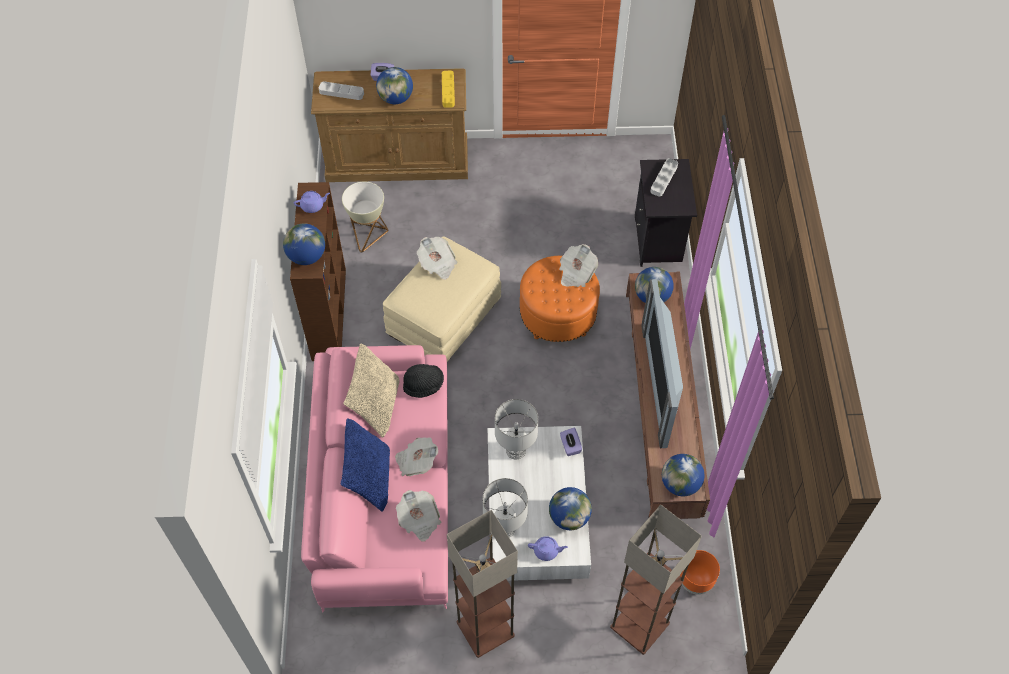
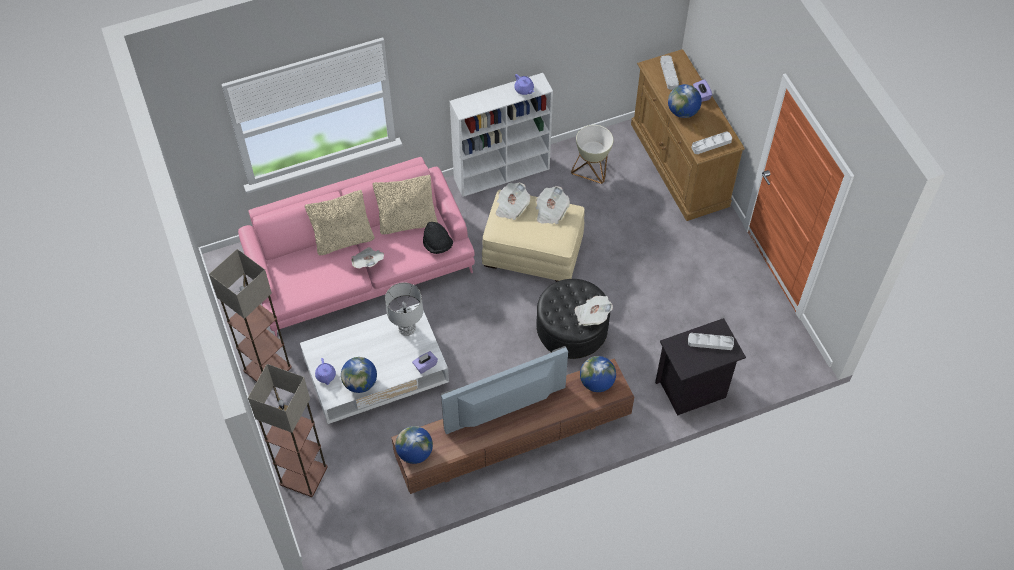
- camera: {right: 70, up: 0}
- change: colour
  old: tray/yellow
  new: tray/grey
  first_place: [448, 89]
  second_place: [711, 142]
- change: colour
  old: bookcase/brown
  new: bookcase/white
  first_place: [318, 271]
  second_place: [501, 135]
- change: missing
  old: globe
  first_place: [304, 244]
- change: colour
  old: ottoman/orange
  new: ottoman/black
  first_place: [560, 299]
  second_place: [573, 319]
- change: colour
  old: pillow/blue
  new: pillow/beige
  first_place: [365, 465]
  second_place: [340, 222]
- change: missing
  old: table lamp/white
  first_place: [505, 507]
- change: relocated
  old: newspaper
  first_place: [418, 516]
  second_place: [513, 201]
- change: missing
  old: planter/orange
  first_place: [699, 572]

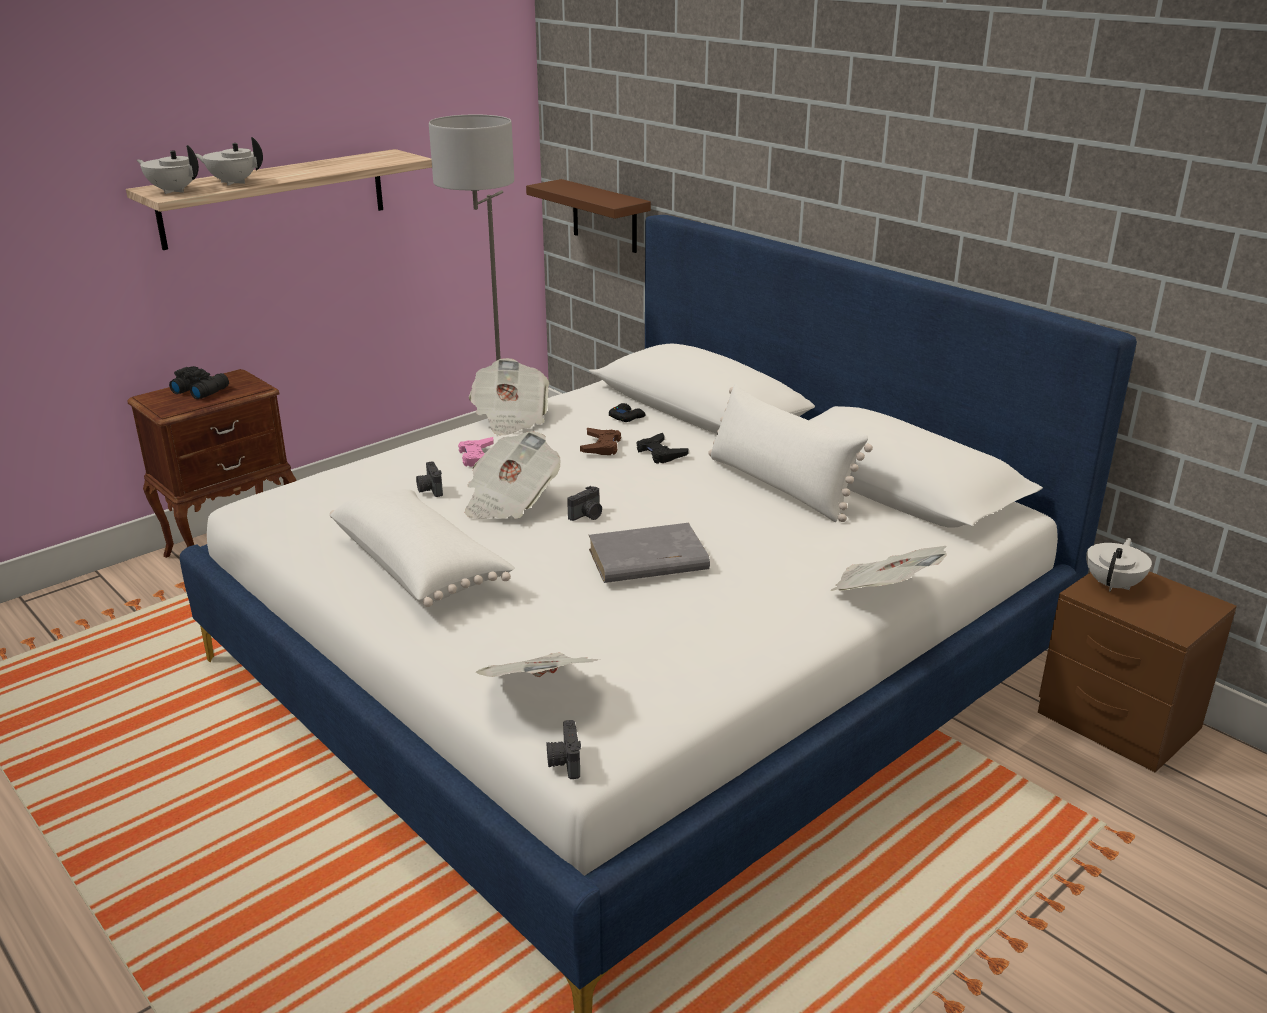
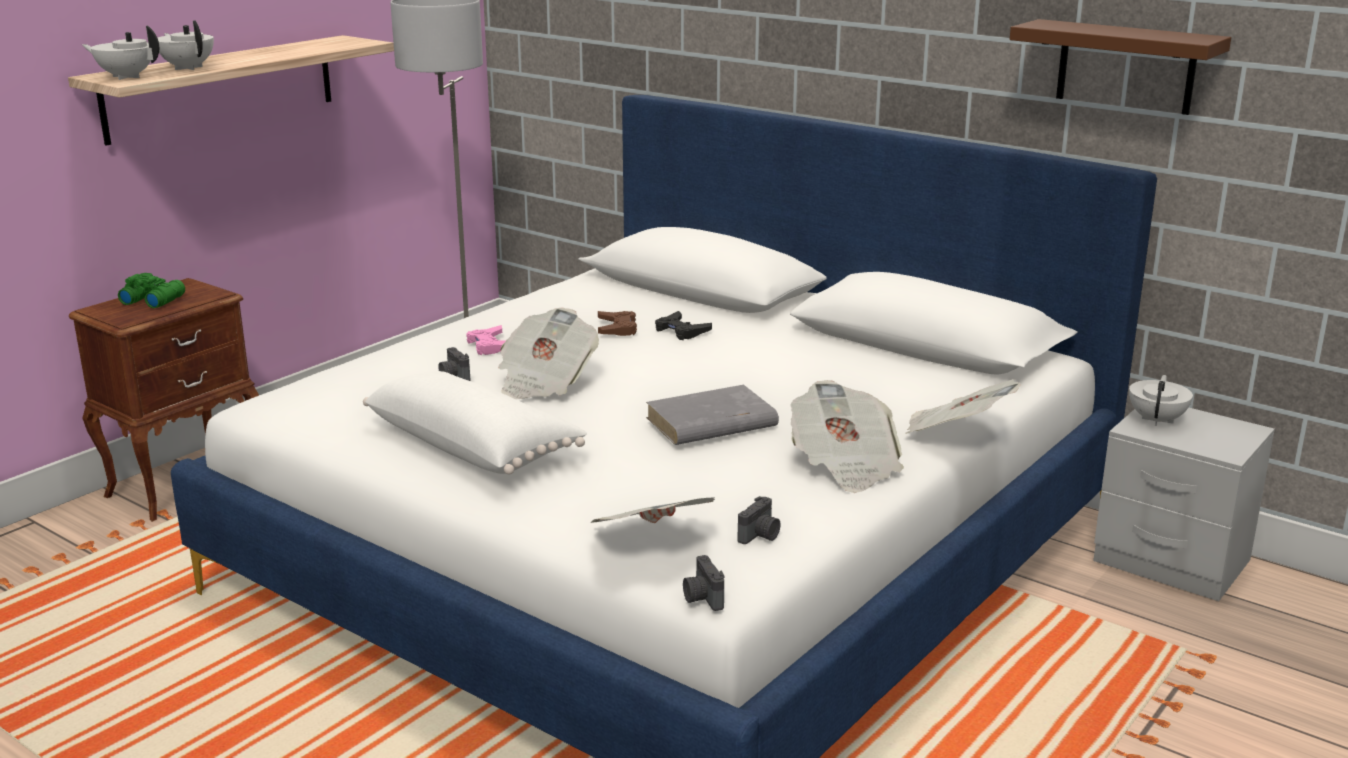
- camera: {right: -10, up: -5}
- change: spun
  old: teapot/white
  first_place: [229, 161]
  second_place: [186, 45]
  degrees: 45
- change: relocated
  old: shelf/brown
  first_place: [588, 216]
  second_place: [1120, 67]
- change: relocated
  old: newspaper
  first_place: [509, 397]
  second_place: [847, 436]
- change: colour
  old: binoculars/black
  new: binoculars/green
  first_place: [199, 382]
  second_place: [151, 290]
- change: missing
  old: pillow/white
  first_place: [790, 453]
- change: missing
  old: game controller/black
  first_place: [627, 412]
- change: relocated
  old: photo camera
  first_place: [584, 503]
  second_place: [759, 520]
- change: colour
  old: nightstand/brown
  new: nightstand/grey
  first_place: [1137, 671]
  second_place: [1184, 504]

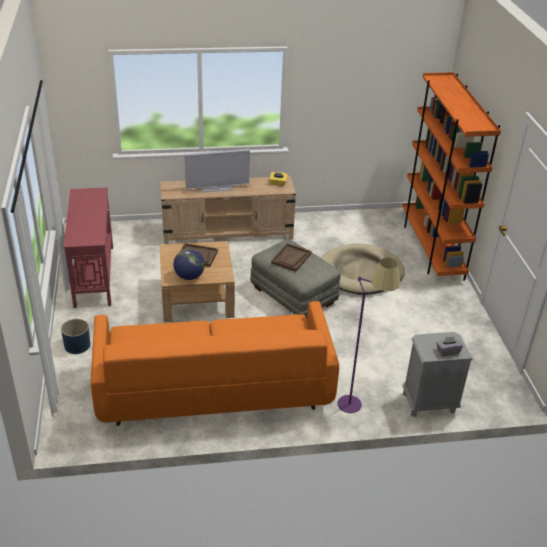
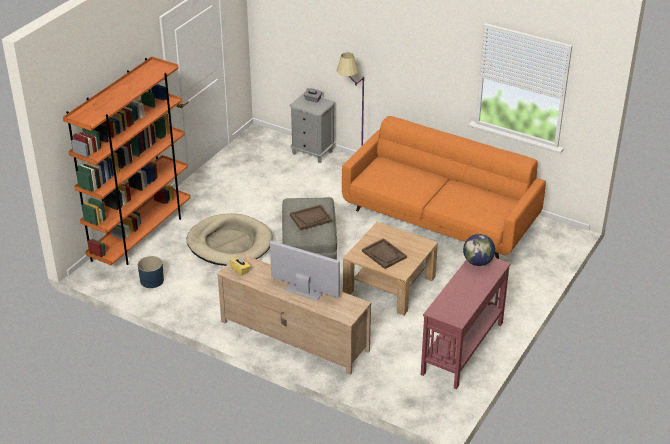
- camera: {right: -140, up: 0}
- change: relocated
  old: globe
  first_place: [189, 264]
  second_place: [479, 250]
- change: relocated
  old: planter/blue
  first_place: [75, 336]
  second_place: [151, 272]

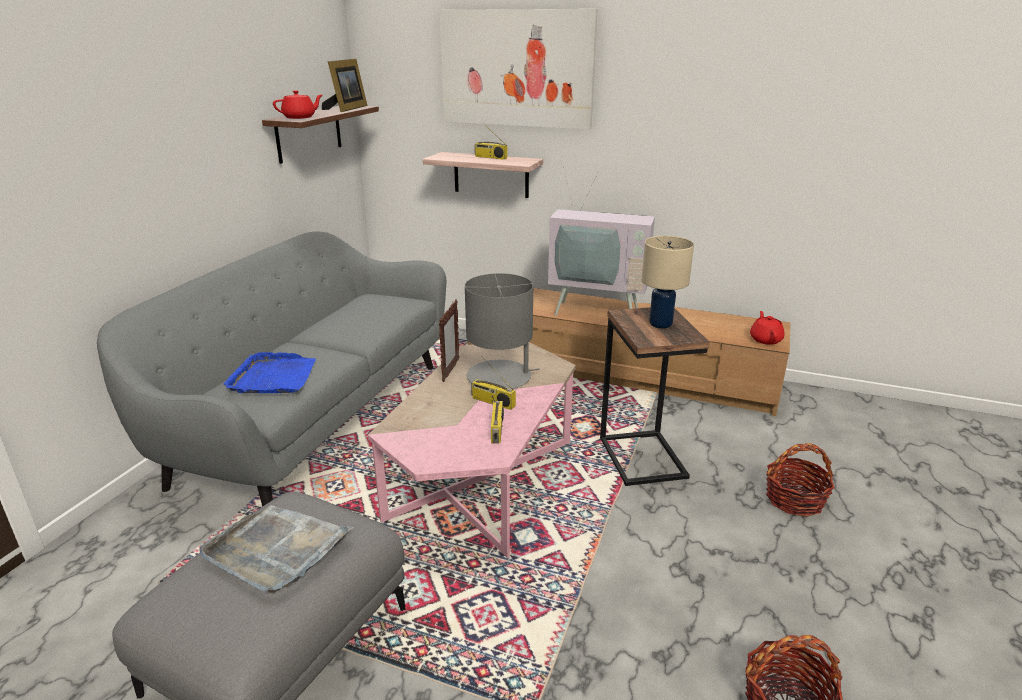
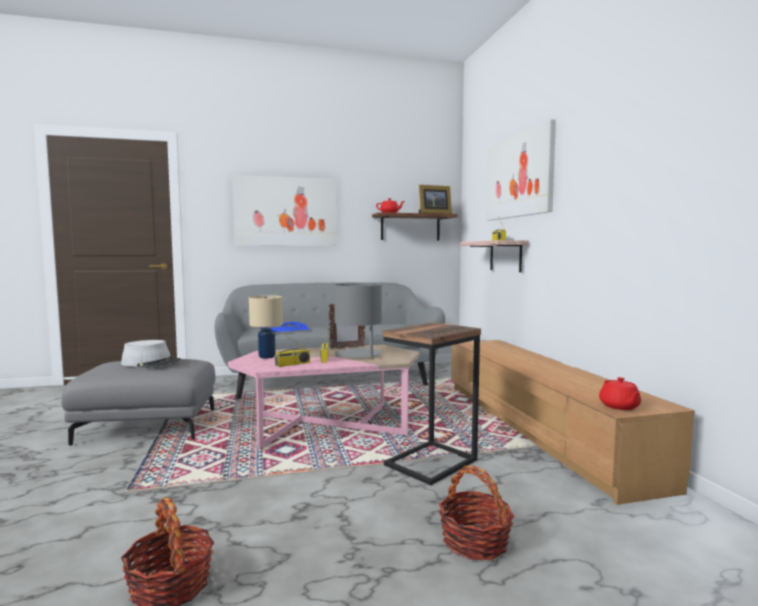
- camera: {right: 55, up: -20}
- change: missing
  old: television
  first_place: [601, 241]
- change: relocated
  old: table lamp/beige
  first_place: [668, 282]
  second_place: [266, 327]
- change: spun
  old: teapot/red
  first_place: [767, 328]
  second_place: [620, 393]
  degrees: 120
- change: exchanged
  old: tray/grey
  new: hat/grey
  first_place: [276, 549]
  second_place: [151, 354]
- change: appeared
  new: picture
  second_place: [284, 210]

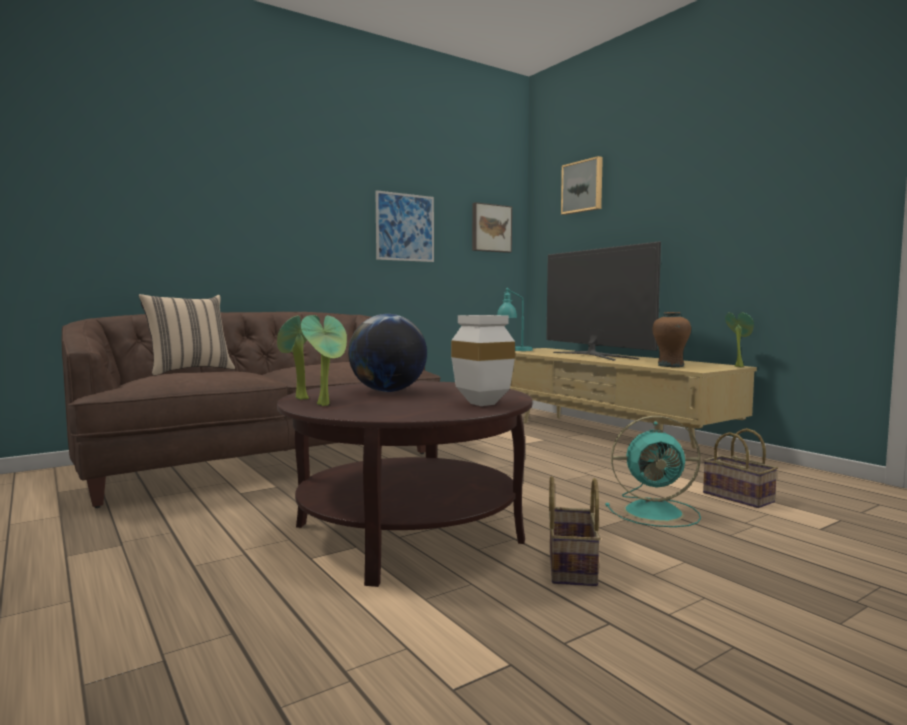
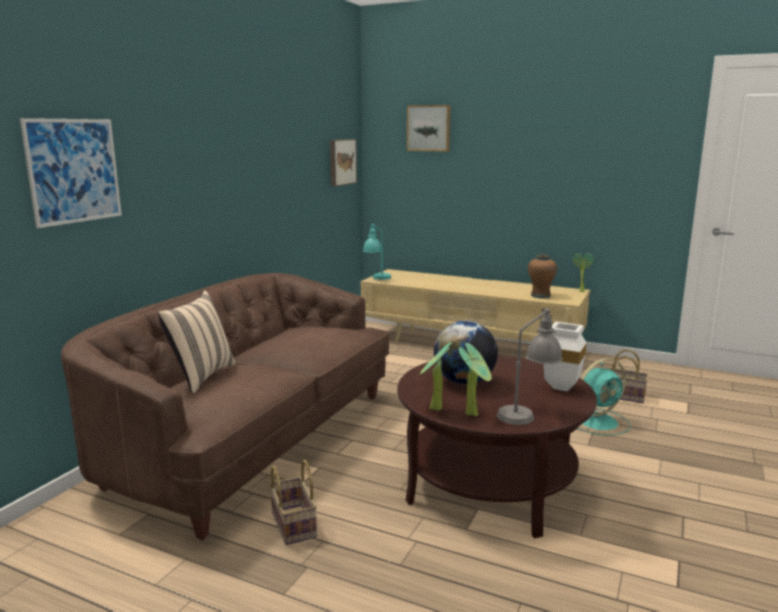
- camera: {right: -30, up: 10}
- change: relocated
  old: picture
  first_place: [404, 226]
  second_place: [71, 173]
- change: missing
  old: television
  first_place: [603, 301]
- change: relocated
  old: basket
  first_place: [575, 531]
  second_place: [293, 502]
- change: appeared
  new: table lamp/grey
  second_place: [530, 366]

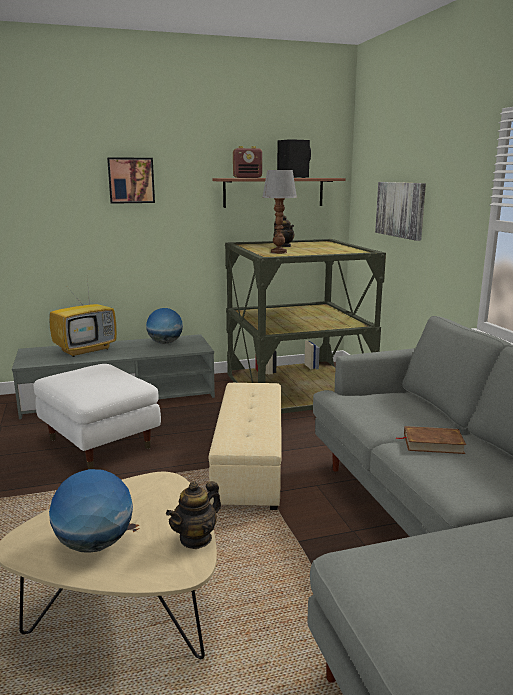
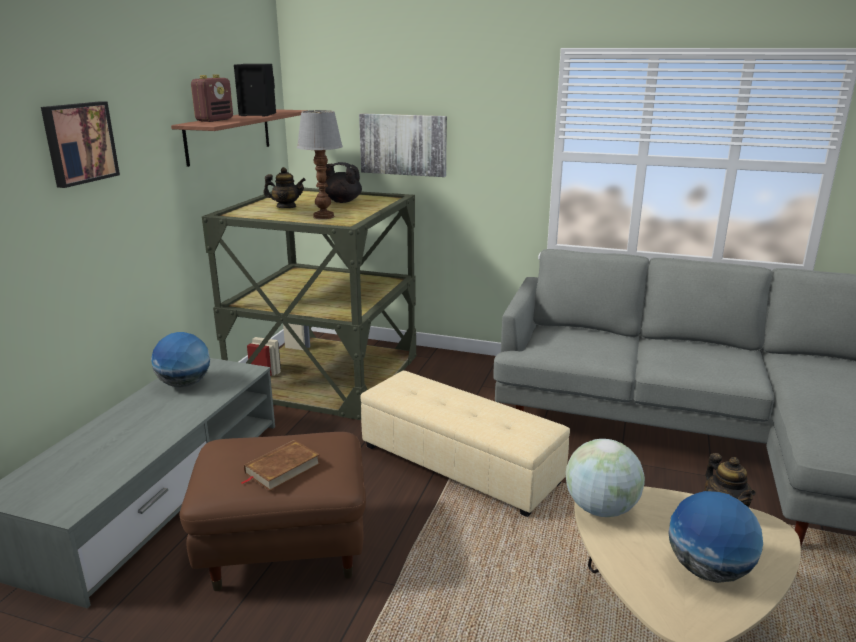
- camera: {right: -55, up: 5}
- change: missing
  old: television
  first_place: [83, 318]
- change: colour
  old: ottoman/white
  new: ottoman/brown
  first_place: [97, 416]
  second_place: [273, 511]
- change: relocated
  old: book/brown
  first_place: [430, 440]
  second_place: [280, 465]
- change: appeared
  new: teapot/black
  second_place: [343, 182]
- change: appeared
  new: globe
  second_place: [605, 478]

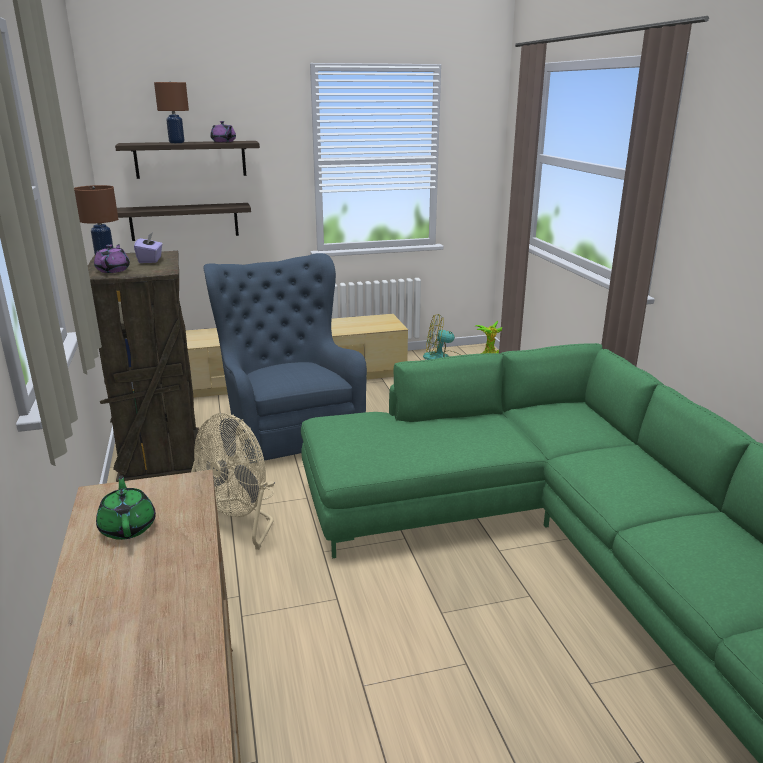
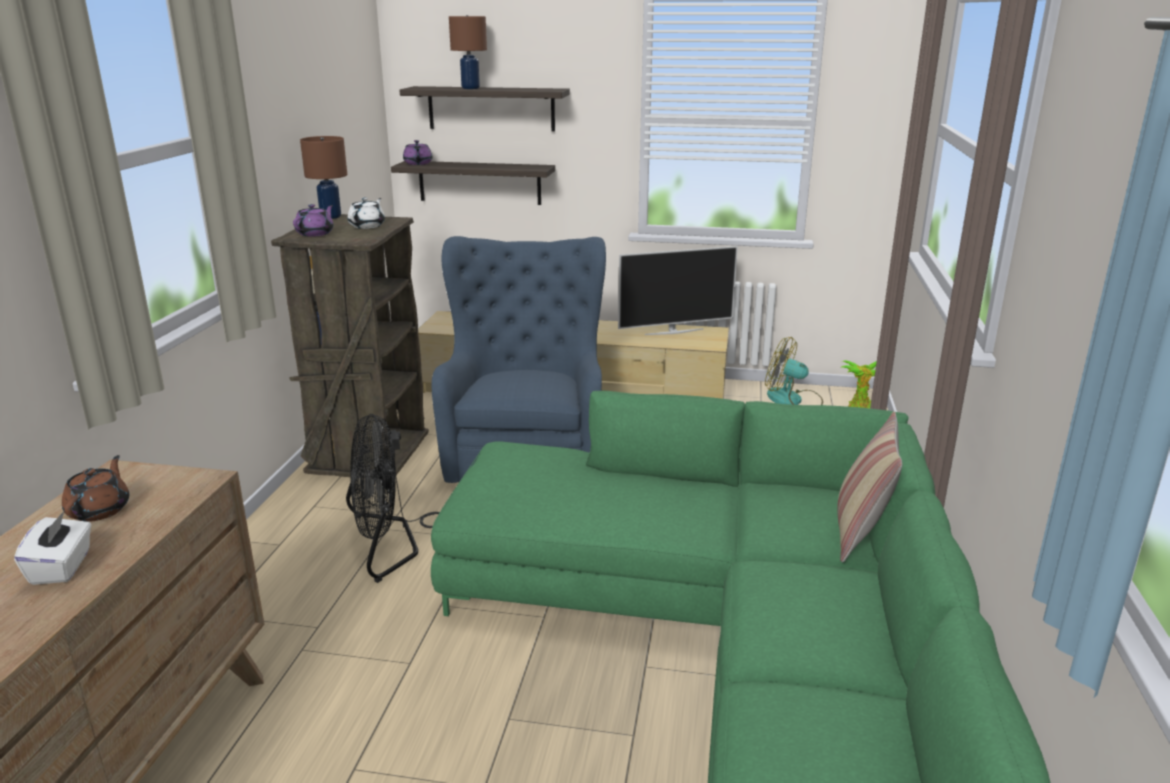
- camera: {right: 25, up: 0}
- change: relocated
  old: teapot/purple
  first_place: [223, 131]
  second_place: [417, 152]
- change: exchanged
  old: tissue box/purple
  new: teapot/white
  first_place: [148, 247]
  second_place: [366, 213]
- change: colour
  old: fan/beige
  new: fan/black
  first_place: [233, 481]
  second_place: [393, 498]
- change: colour
  old: teapot/green
  new: teapot/brown
  first_place: [126, 507]
  second_place: [95, 488]
- change: appeared
  new: television
  second_place: [678, 290]
- change: appeared
  new: pillow
  second_place: [869, 487]
- change: appeared
  new: tissue box/white
  second_place: [52, 548]

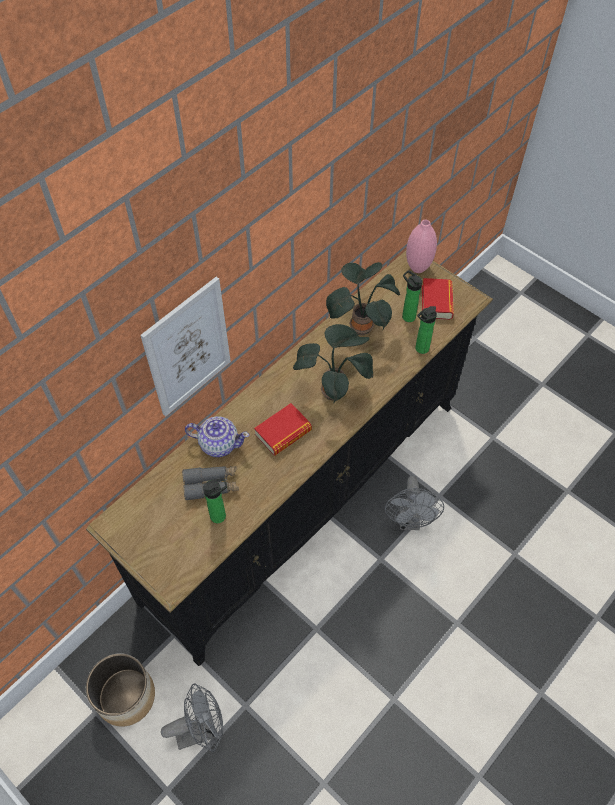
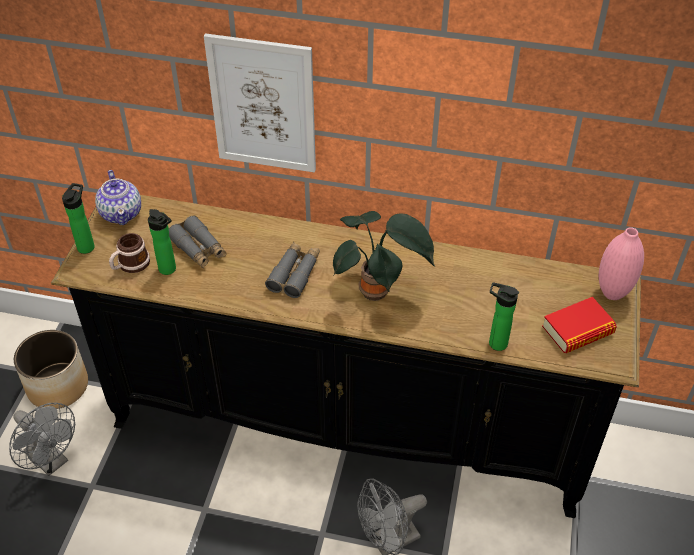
- camera: {right: 60, up: -10}
- change: missing
  old: potted plant
  first_place: [363, 299]
- change: relocated
  old: bottle
  first_place: [412, 296]
  second_place: [78, 218]
- change: exchanged
  old: book
  new: binoculars/grey
  first_place: [283, 429]
  second_place: [292, 270]
- change: relocated
  old: teapot
  first_place: [217, 436]
  second_place: [118, 197]
- change: appeared
  new: mug
  second_place: [129, 253]

